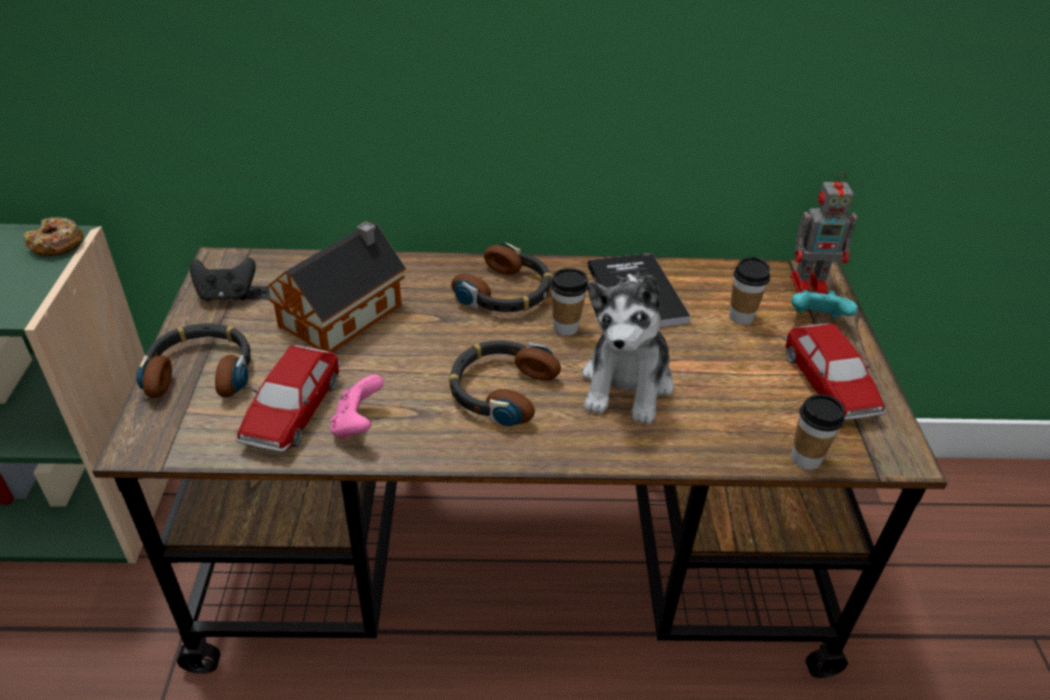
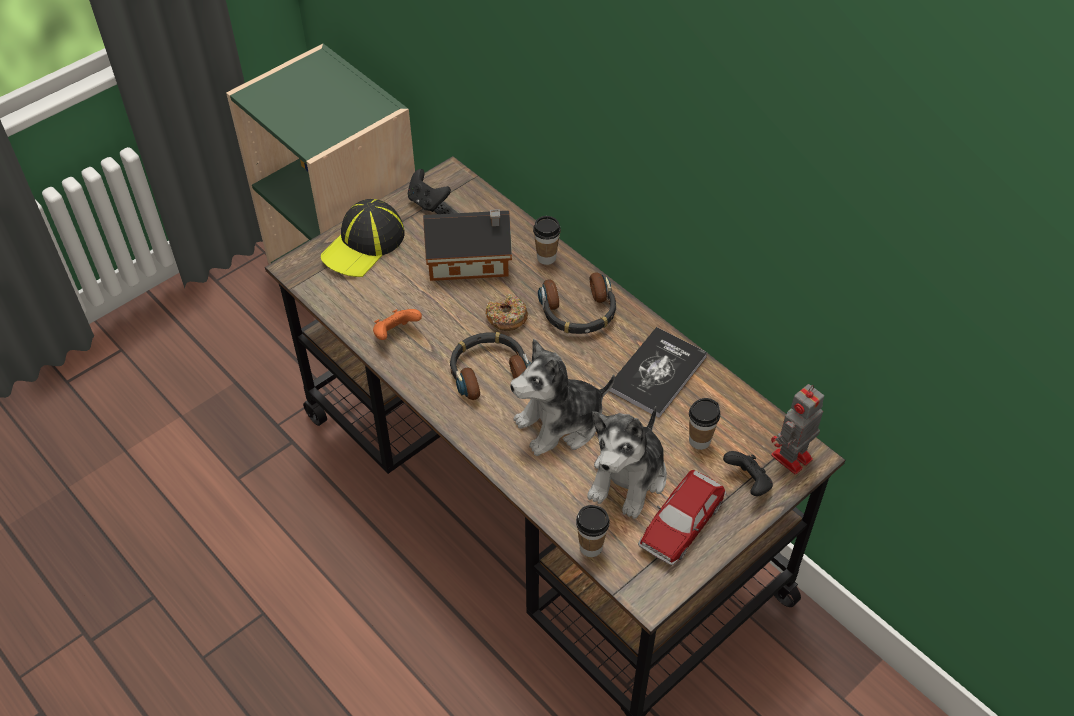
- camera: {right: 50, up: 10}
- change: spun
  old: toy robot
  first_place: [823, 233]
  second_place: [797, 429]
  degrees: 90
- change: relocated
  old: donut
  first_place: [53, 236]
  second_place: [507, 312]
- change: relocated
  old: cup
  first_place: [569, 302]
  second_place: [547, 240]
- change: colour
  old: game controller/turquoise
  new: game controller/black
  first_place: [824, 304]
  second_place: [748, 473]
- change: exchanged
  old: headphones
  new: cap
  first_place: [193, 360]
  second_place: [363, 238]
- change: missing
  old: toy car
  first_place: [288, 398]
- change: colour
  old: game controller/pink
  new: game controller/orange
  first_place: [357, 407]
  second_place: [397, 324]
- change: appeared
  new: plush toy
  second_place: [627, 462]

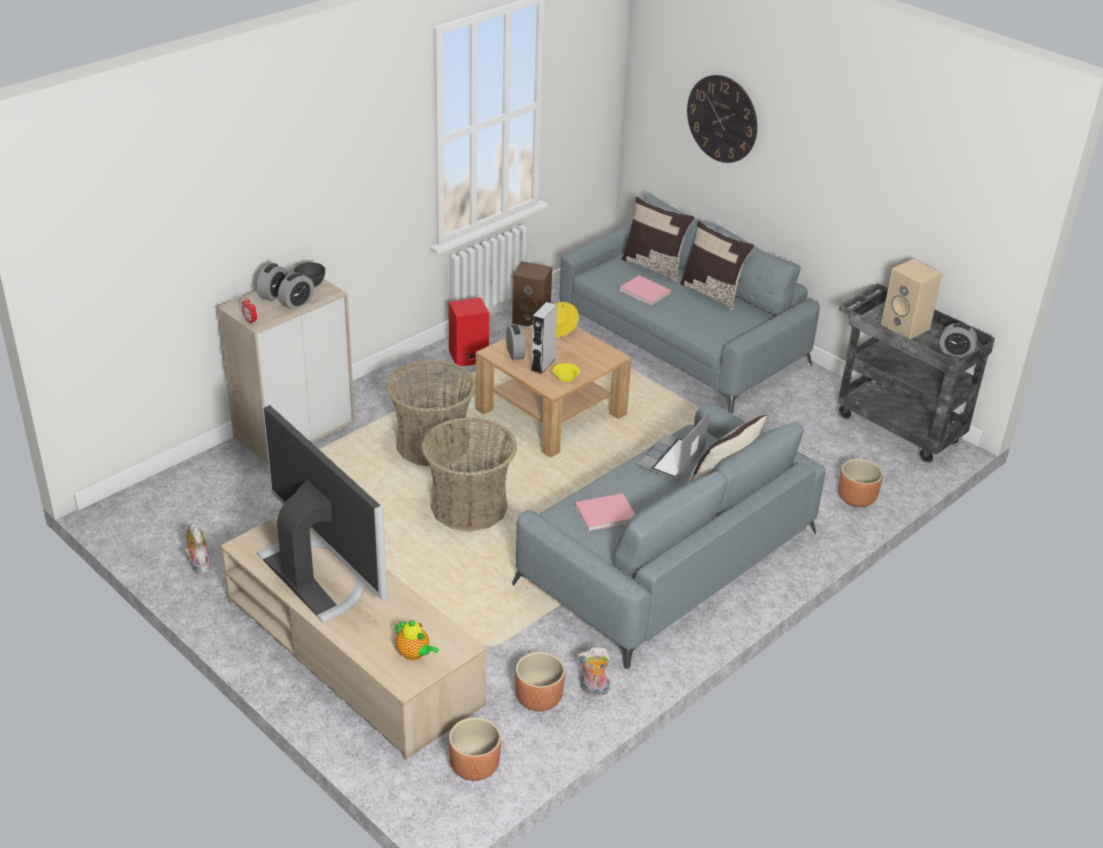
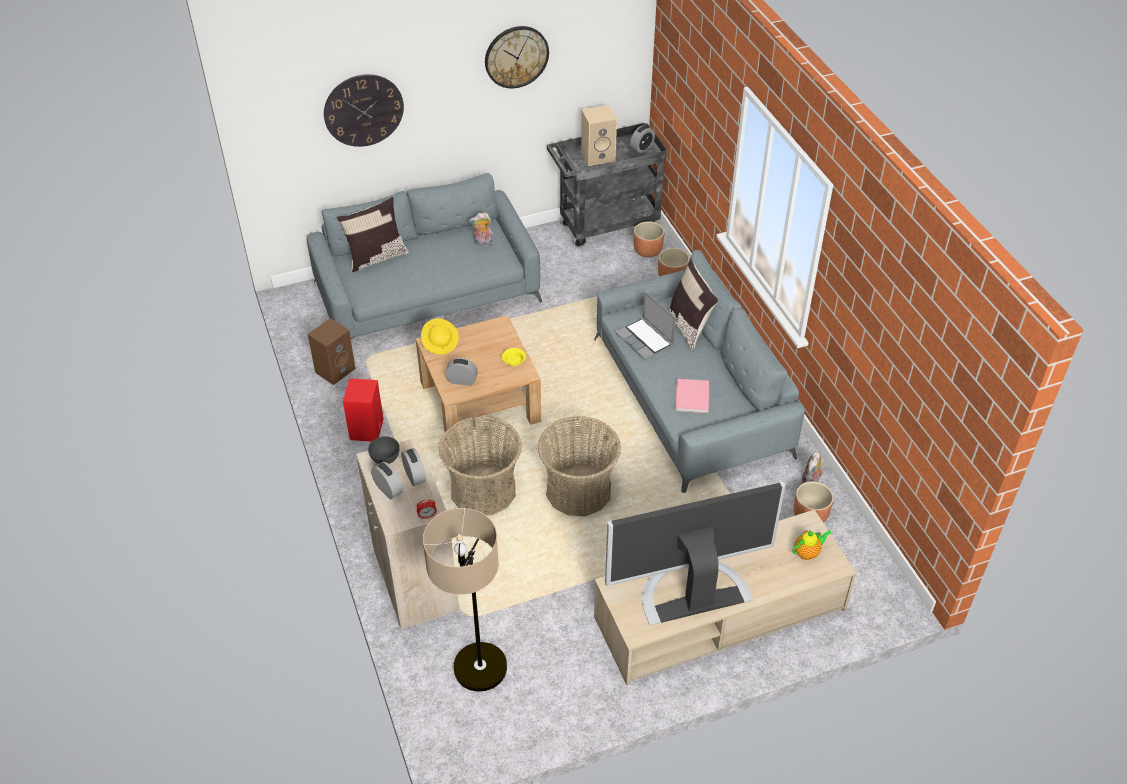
- camera: {right: -65, up: 10}
- change: missing
  old: pillow
  first_place: [717, 265]
- change: missing
  old: book/pink
  first_place: [645, 290]
- change: missing
  old: speaker/grey
  first_place: [544, 338]
- change: relocated
  old: plush toy
  first_place: [197, 548]
  second_place: [481, 229]
- change: relocated
  old: planter/brown
  first_place: [475, 749]
  second_place: [649, 239]
- change: appeared
  new: wall clock
  second_place: [517, 57]
- change: appeared
  new: floor lamp
  second_place: [465, 600]

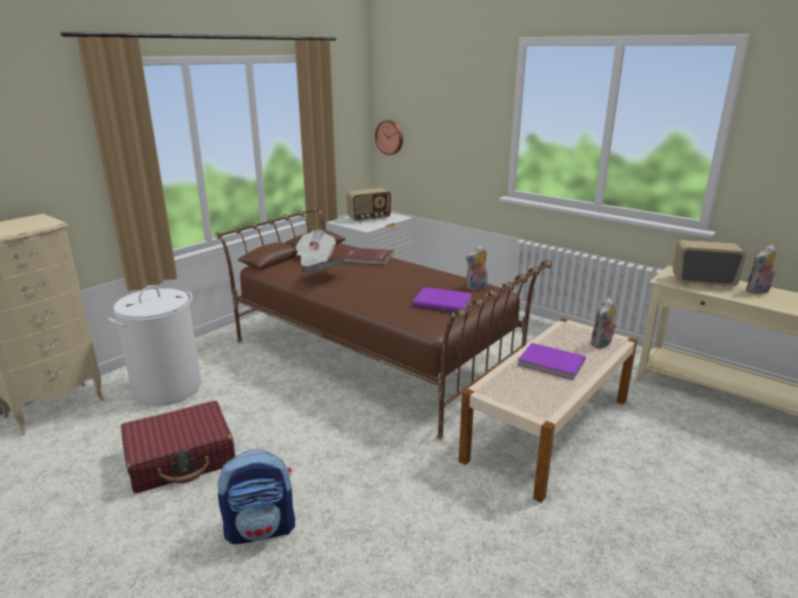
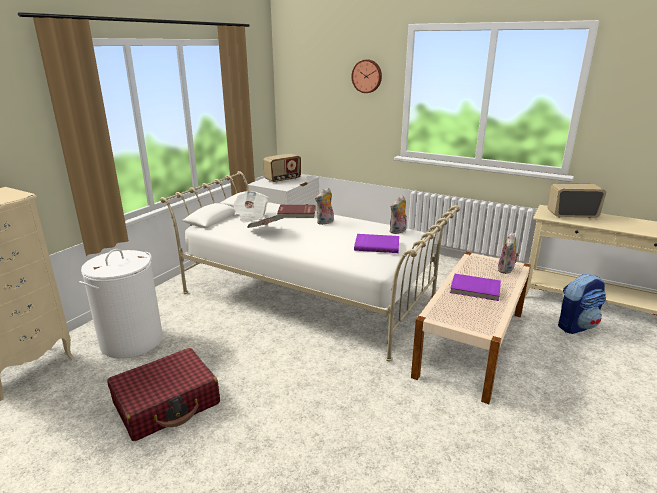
- camera: {right: -10, up: 0}
- change: relocated
  old: wall clock
  first_place: [389, 137]
  second_place: [366, 76]
- change: colour
  old: bed/brown
  new: bed/white
  first_place: [383, 323]
  second_place: [310, 266]
- change: relocated
  old: plush toy
  first_place: [760, 269]
  second_place: [324, 206]
- change: relocated
  old: backpack
  first_place: [256, 497]
  second_place: [582, 304]

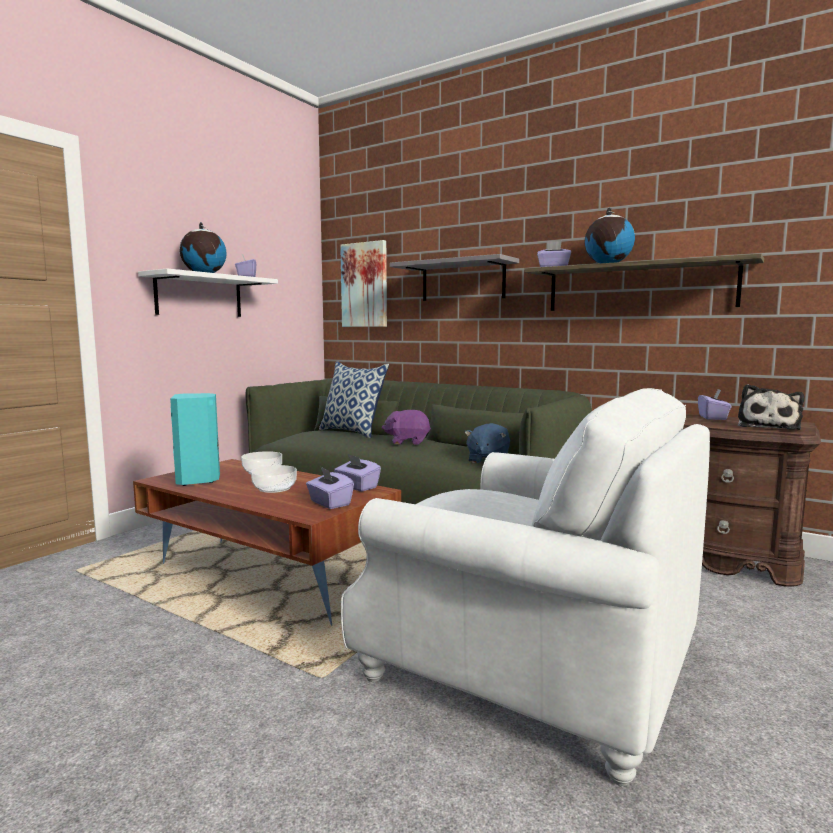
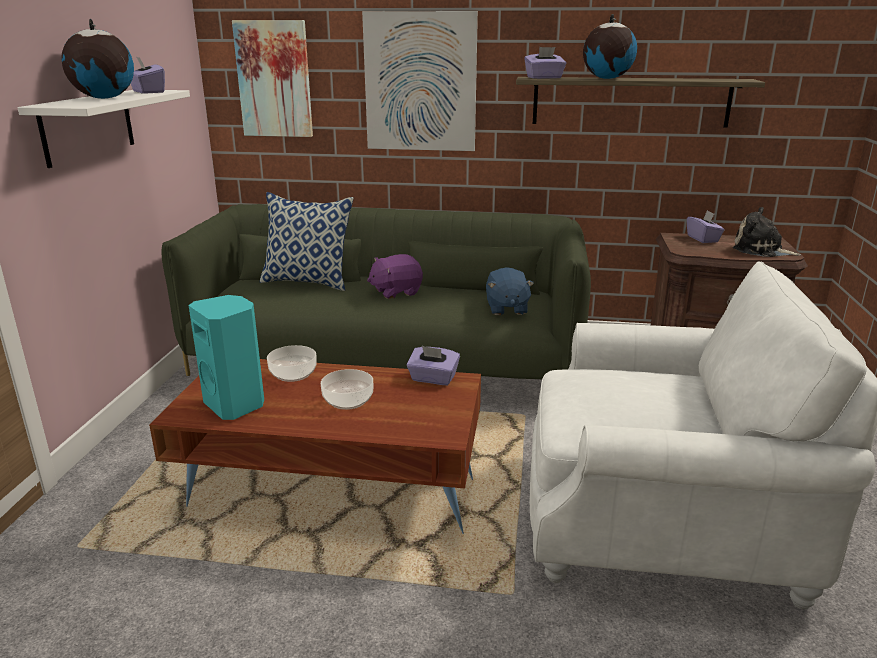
- camera: {right: -25, up: 15}
- change: exchanged
  old: shelf/grey
  new: picture
  first_place: [454, 277]
  second_place: [420, 81]
- change: spun
  old: plush toy
  first_place: [771, 407]
  second_place: [767, 232]
  degrees: 120
- change: missing
  old: tissue box/purple
  first_place: [330, 488]

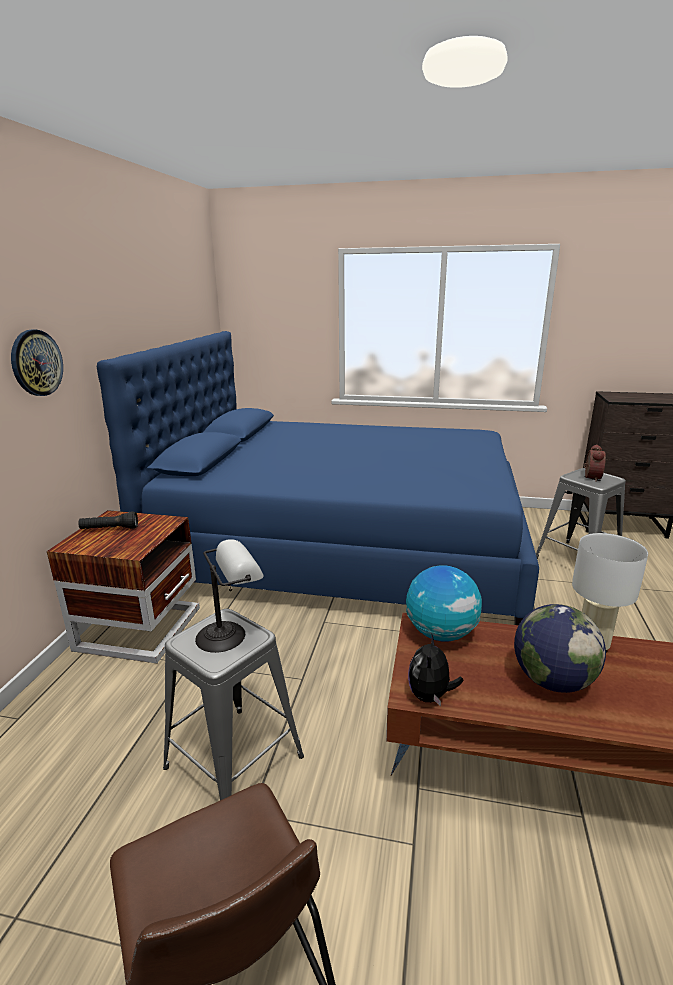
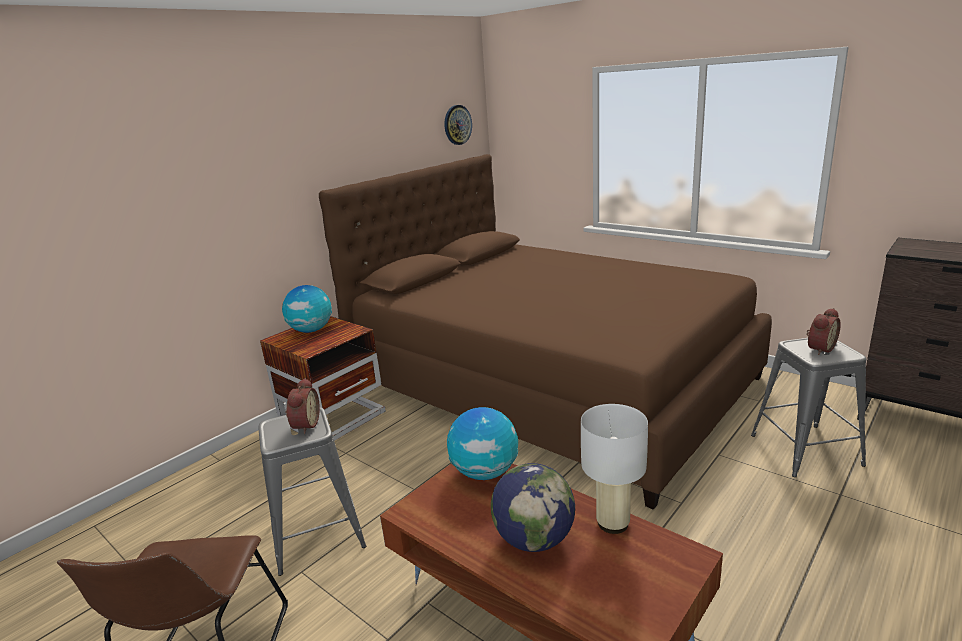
- camera: {right: 30, up: 0}
- change: relocated
  old: wall clock
  first_place: [37, 363]
  second_place: [458, 125]
- change: colour
  old: bed/blue
  new: bed/brown
  first_place: [318, 478]
  second_place: [545, 332]
- change: exchanged
  old: flashlight/black
  new: globe
  first_place: [108, 520]
  second_place: [307, 309]
- change: exchanged
  old: table lamp
  new: alarm clock
  first_place: [229, 596]
  second_place: [302, 406]
- change: missing
  old: plush toy
  first_place: [435, 669]

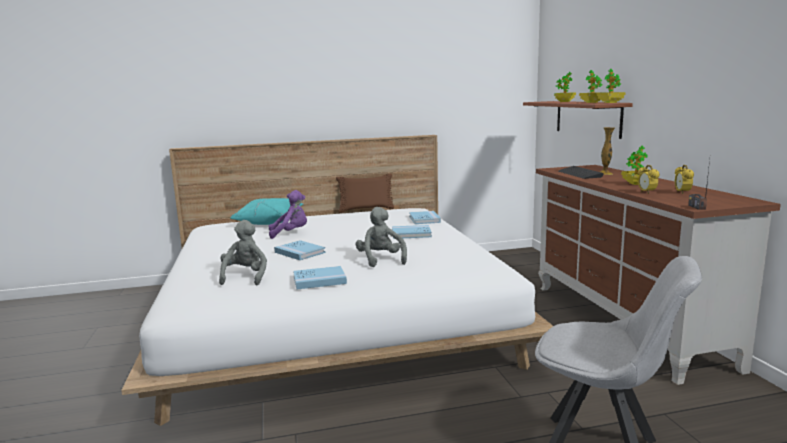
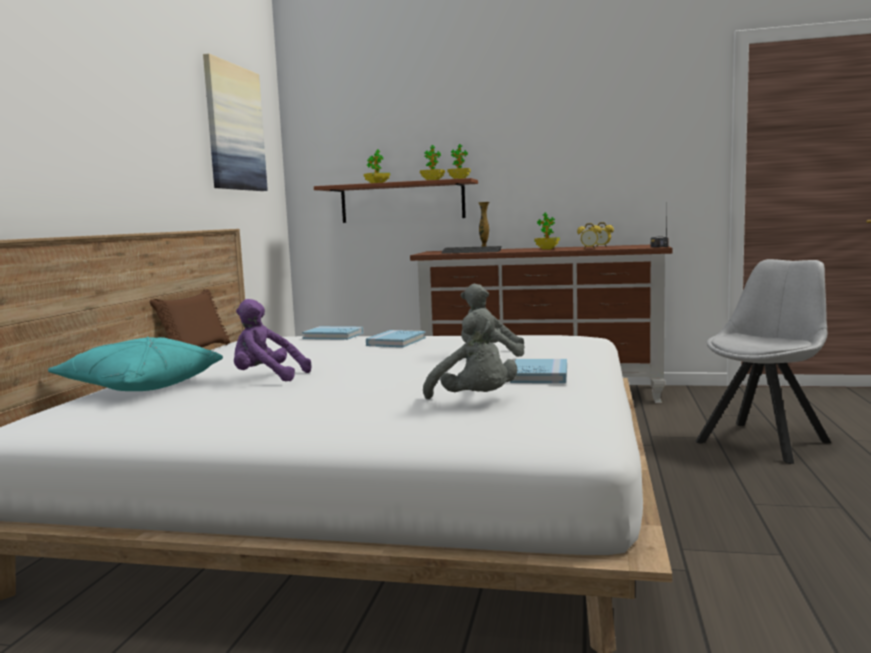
- camera: {right: -65, up: -5}
- change: spun
  old: plush toy/purple
  first_place: [287, 214]
  second_place: [273, 340]
  degrees: -90
- change: spun
  old: plush toy/grey
  first_place: [243, 253]
  second_place: [470, 353]
  degrees: -150
- change: missing
  old: book/blue
  first_place: [300, 250]
- change: appeared
  new: picture
  second_place: [235, 122]

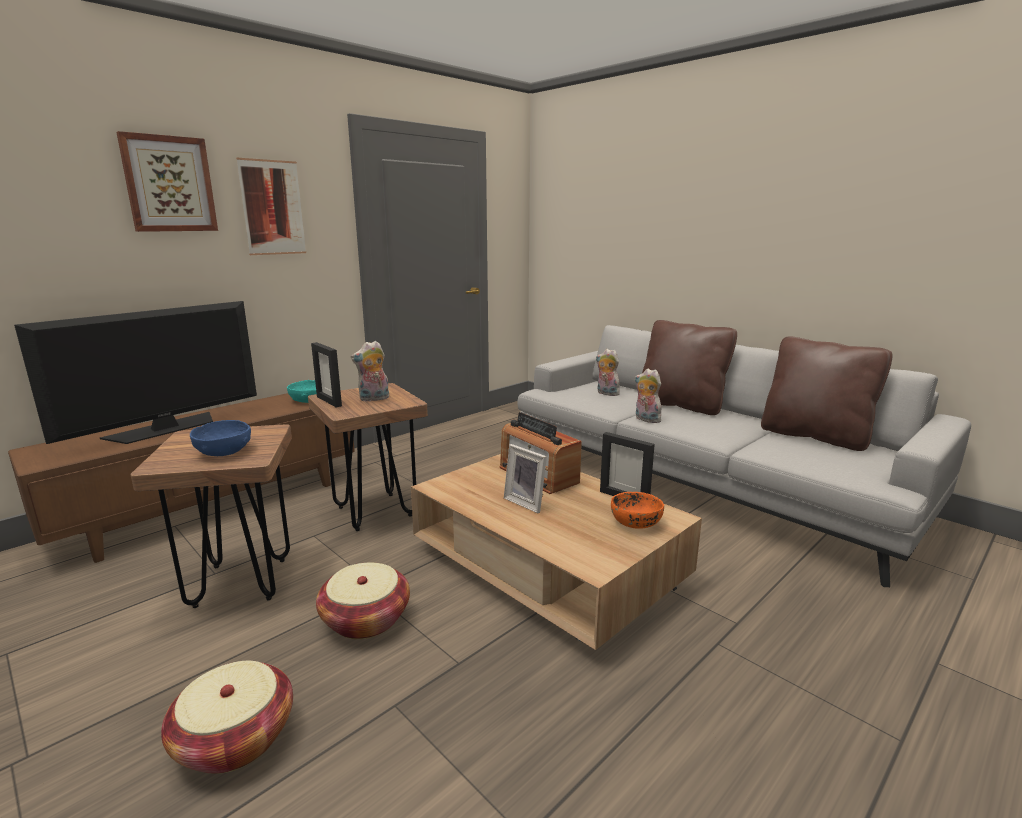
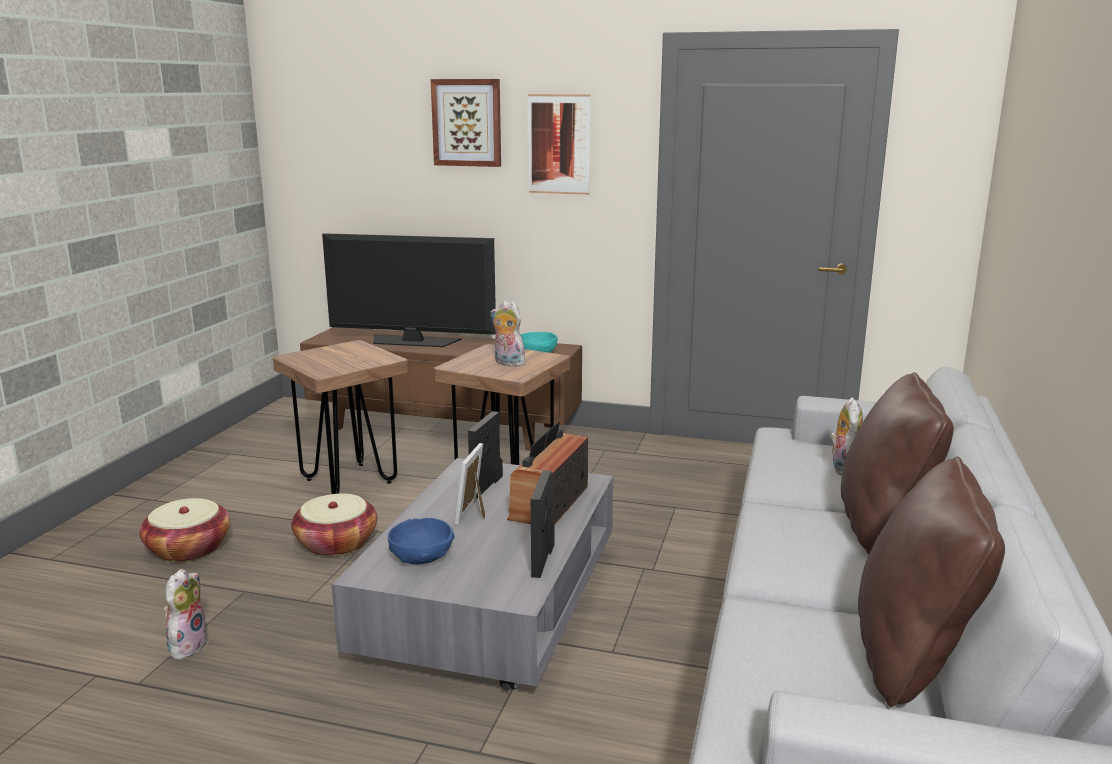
- camera: {right: 60, up: 0}
- change: relocated
  old: picture frame
  first_place: [326, 374]
  second_place: [485, 455]
- change: relocated
  old: plush toy
  first_place: [648, 396]
  second_place: [186, 614]
- change: relocated
  old: bowl/blue
  first_place: [220, 438]
  second_place: [421, 541]
- change: colour
  old: coffee table/brown
  new: coffee table/grey
  first_place: [556, 552]
  second_place: [472, 574]
- change: missing
  old: bowl/orange
  first_place: [637, 510]

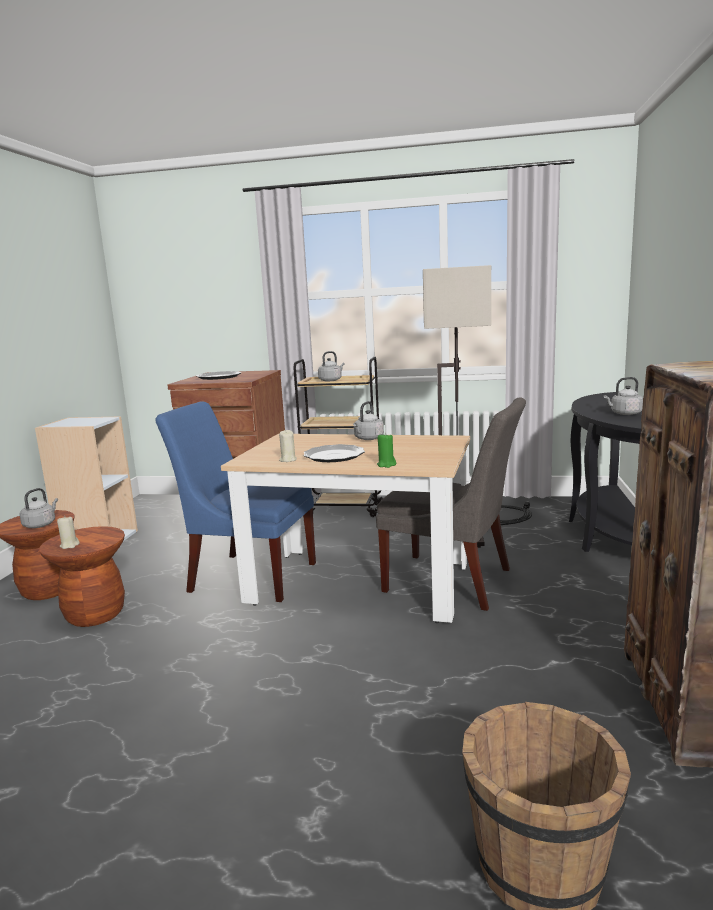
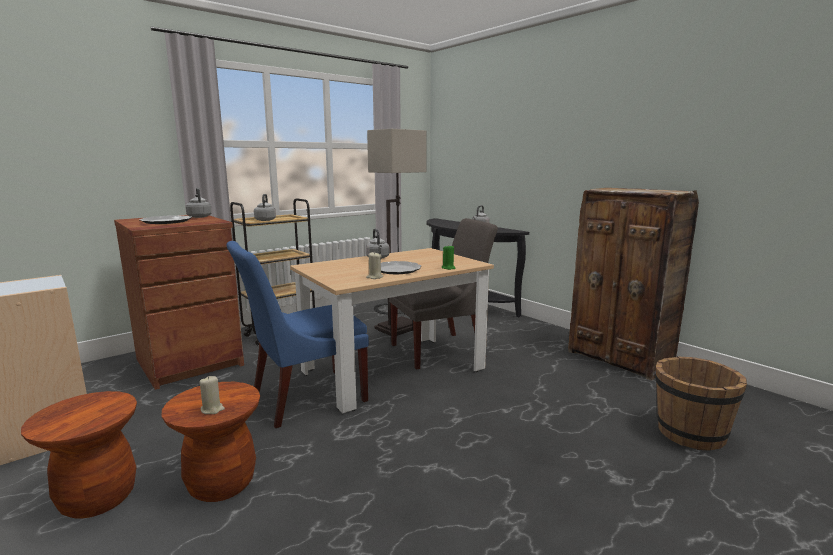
- camera: {right: -50, up: 0}
- change: relocated
  old: kettle/grey
  first_place: [39, 508]
  second_place: [198, 203]

